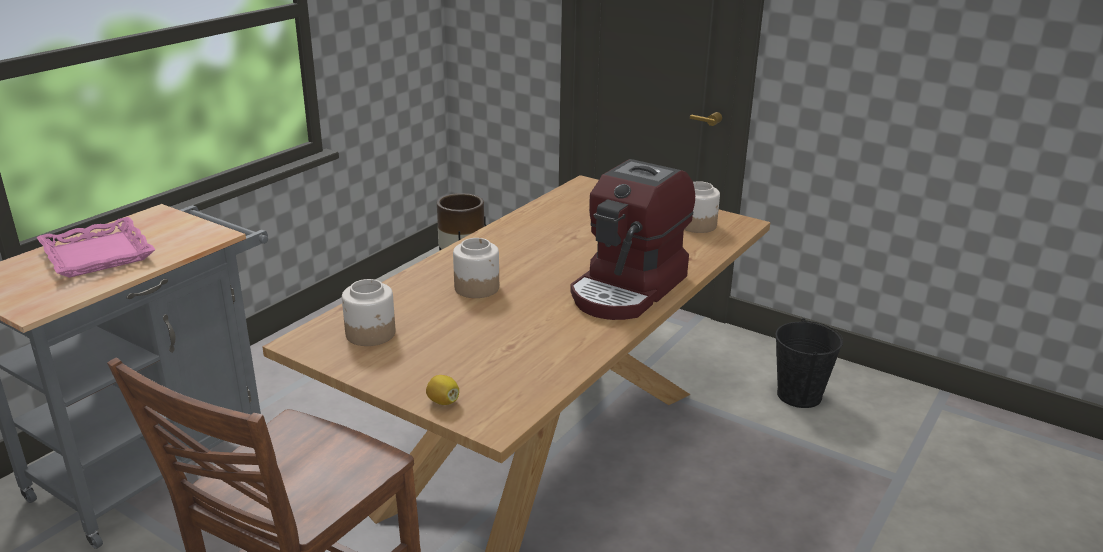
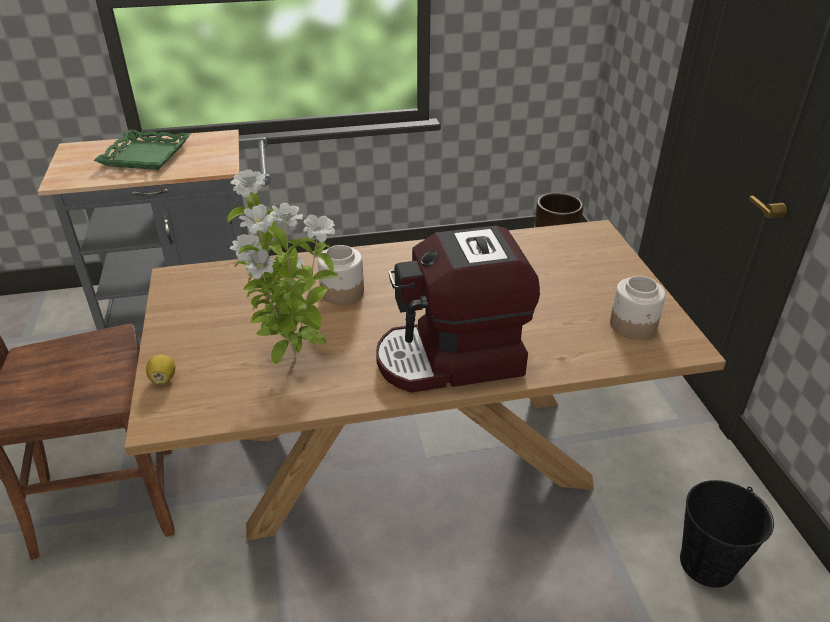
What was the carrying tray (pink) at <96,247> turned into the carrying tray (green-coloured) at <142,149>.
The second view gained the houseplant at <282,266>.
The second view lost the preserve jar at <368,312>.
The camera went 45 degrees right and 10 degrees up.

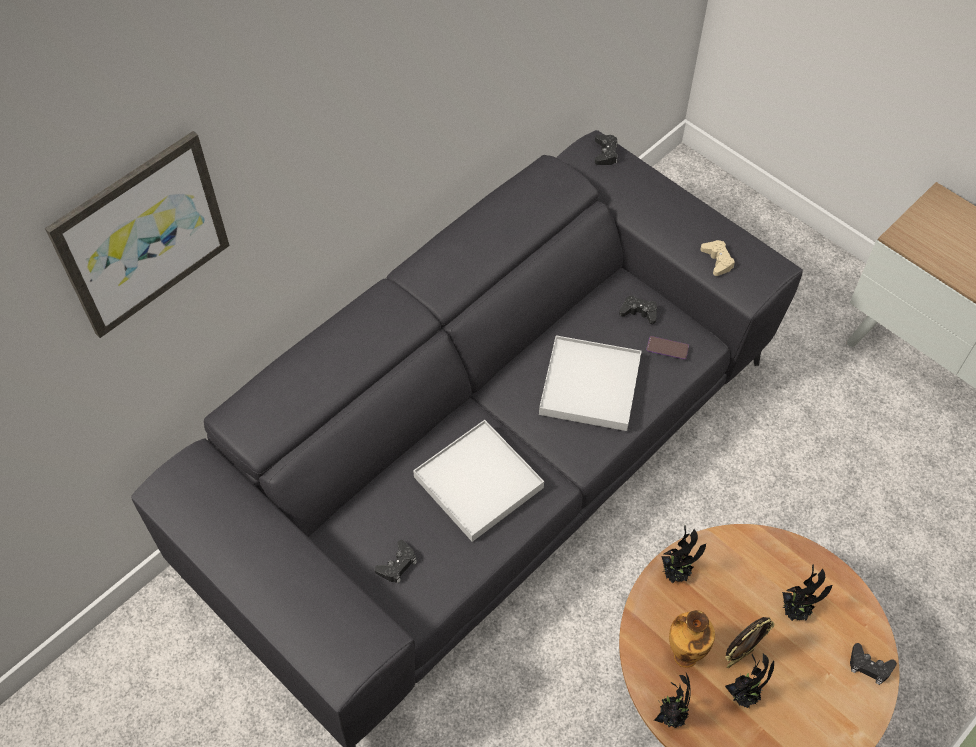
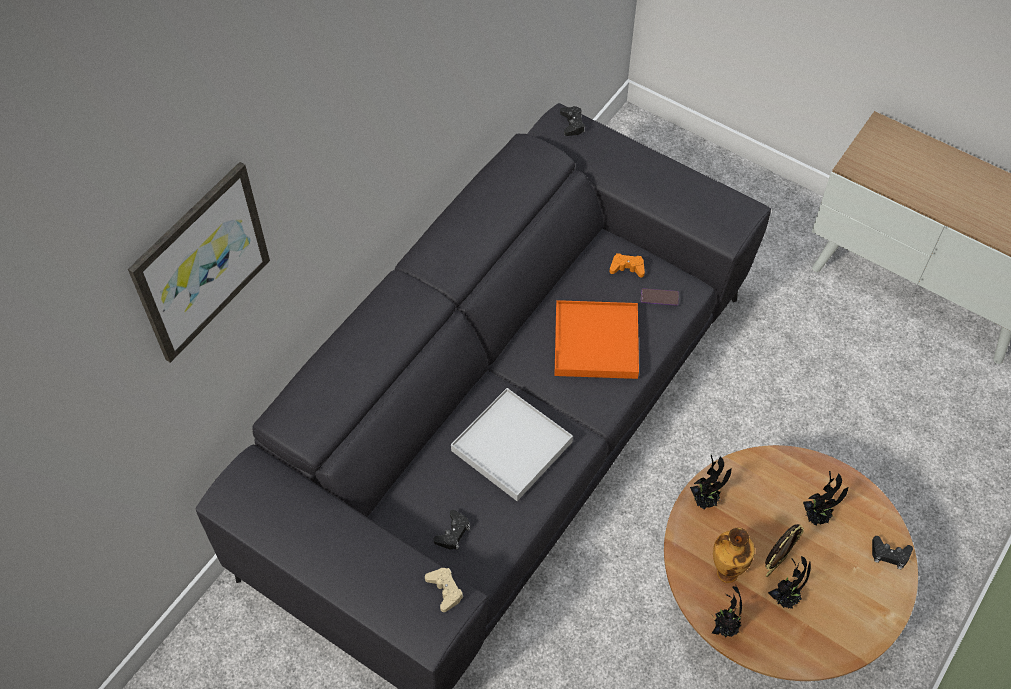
The joypad (beige-coloured) ended up elsewhere, having gone from <717,258> to <444,590>.
What was the carrying tray (white-coloured) at <590,383> turned into the carrying tray (orangey) at <596,339>.
What was the joypad (black-coloured) at <638,309> turned into the joypad (orangey) at <627,265>.
The camera went 10 degrees left and 0 degrees up.

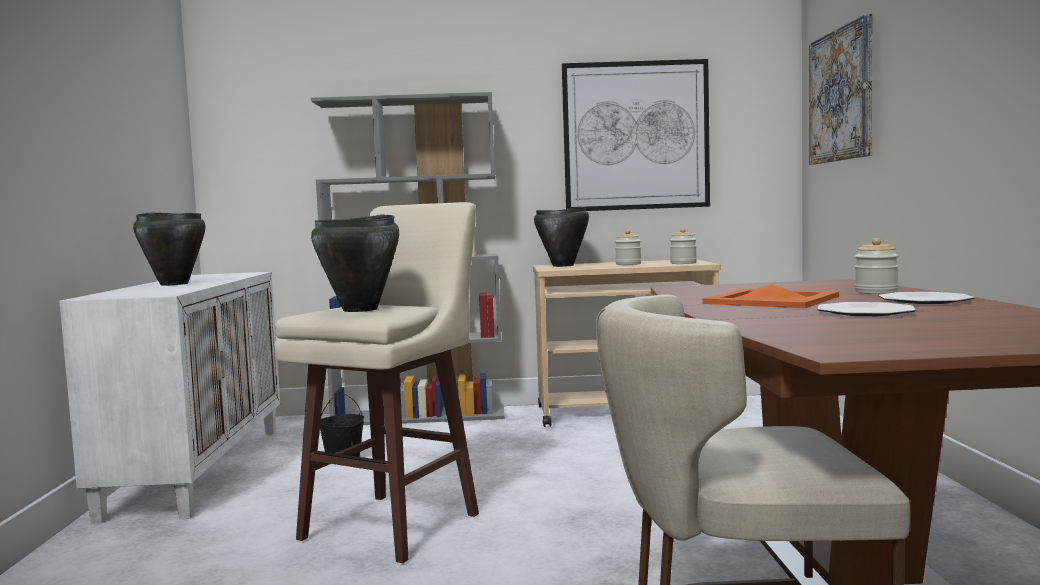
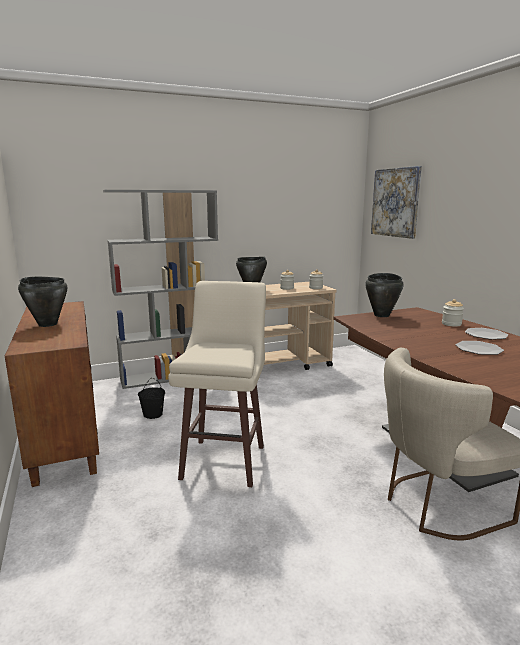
What was the cabinet (white-coloured) at <169,398> turned into the cabinet (brown-coloured) at <52,394>.
The stockpot (black-coloured) ended up elsewhere, having gone from <355,263> to <384,295>.
The second view lost the wall art at <636,135>.
The second view lost the carrying tray (orangey) at <770,296>.
The camera went 20 degrees left and 10 degrees up.

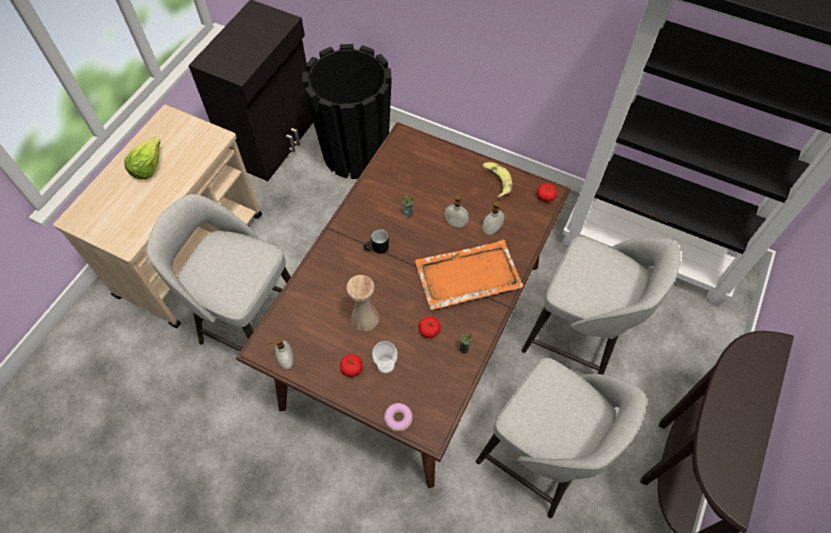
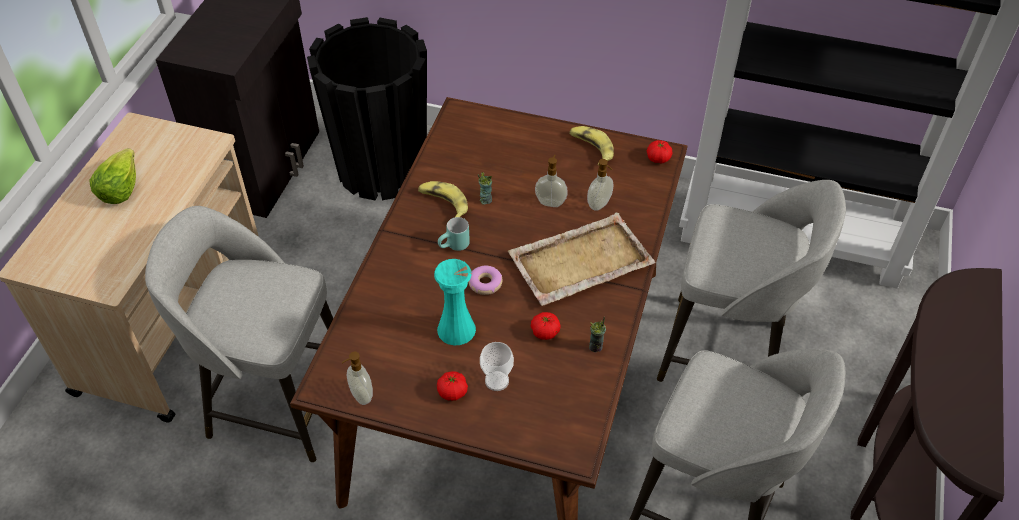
The second view gained the banana fruit at <443,199>.
What was the decorative vase (beige-coloured) at <362,303> turned into the decorative vase (blue-green) at <455,302>.
What was the tea mug (black-coloured) at <376,241> turned into the tea mug (blue-green) at <454,234>.
The ring doughnut ended up elsewhere, having gone from <398,417> to <485,280>.
What was the carrying tray (orangey) at <469,274> turned into the carrying tray (beige-coloured) at <581,259>.
The camera went 10 degrees left and 10 degrees down.

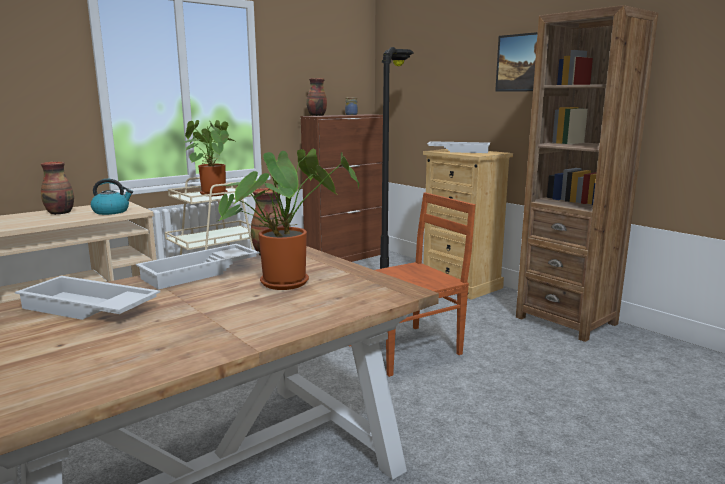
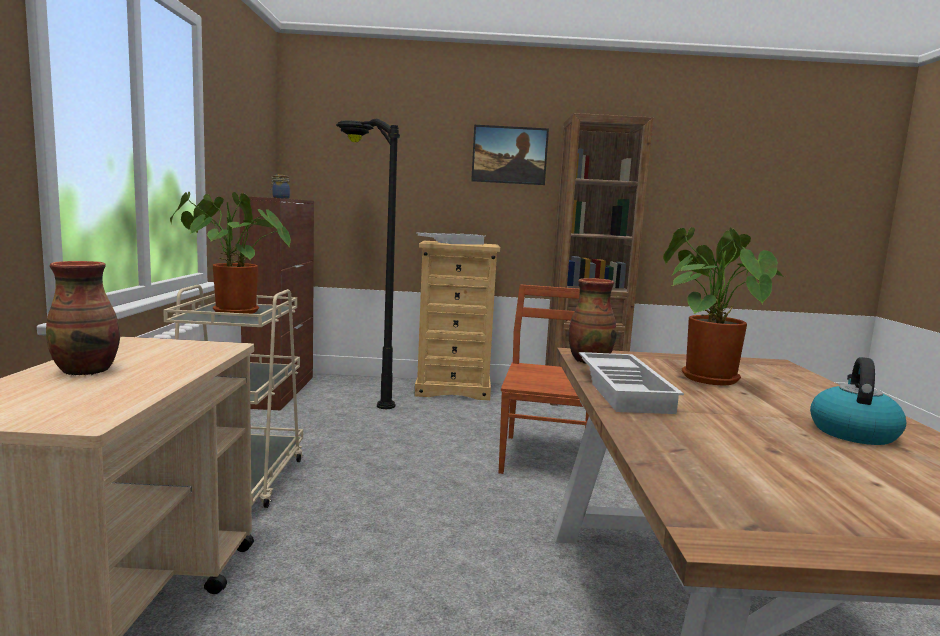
The kettle ended up elsewhere, having gone from <112,197> to <858,401>.
The second view lost the carrying tray (white-coloured) at <87,298>.
The second view lost the decorative vase at <317,97>.
The camera went 50 degrees left and 5 degrees down.

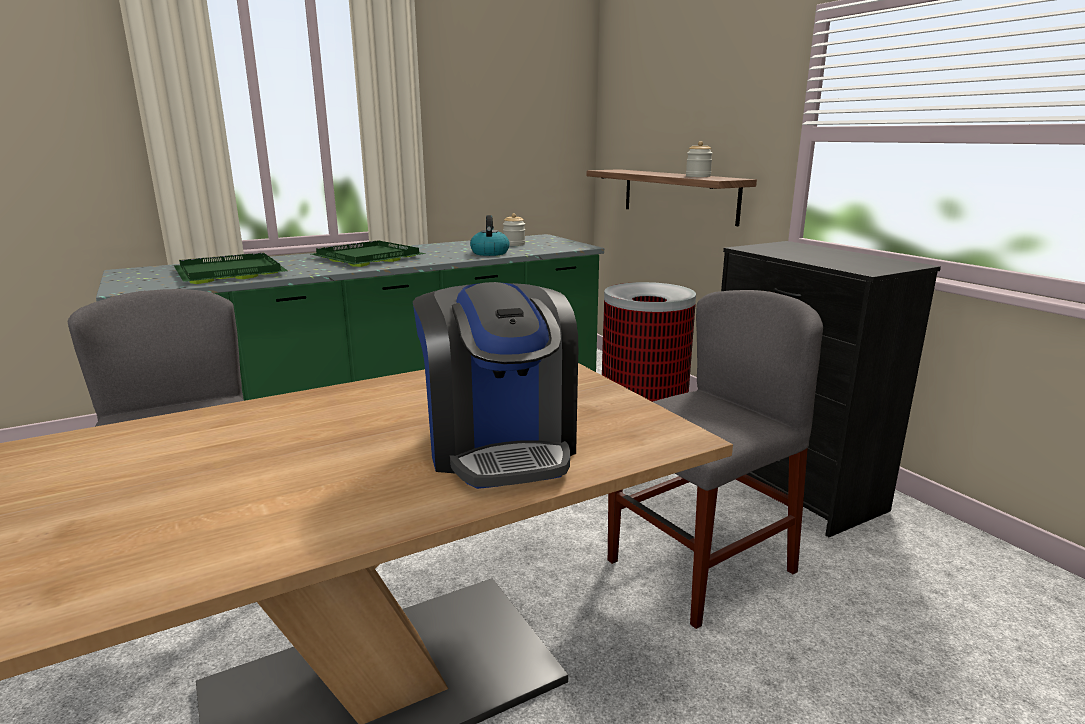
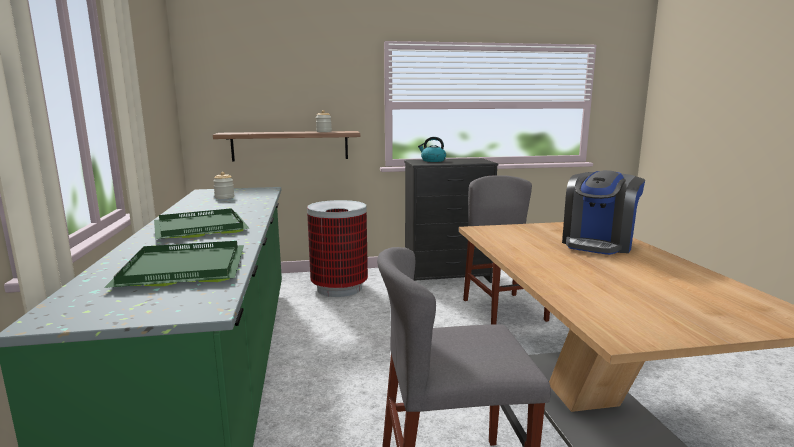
The kettle ended up elsewhere, having gone from <490,235> to <432,149>.
The coffee machine at <495,385> ended up facing another way, 120 degrees clockwise from before.
The camera went 70 degrees left and 5 degrees down.

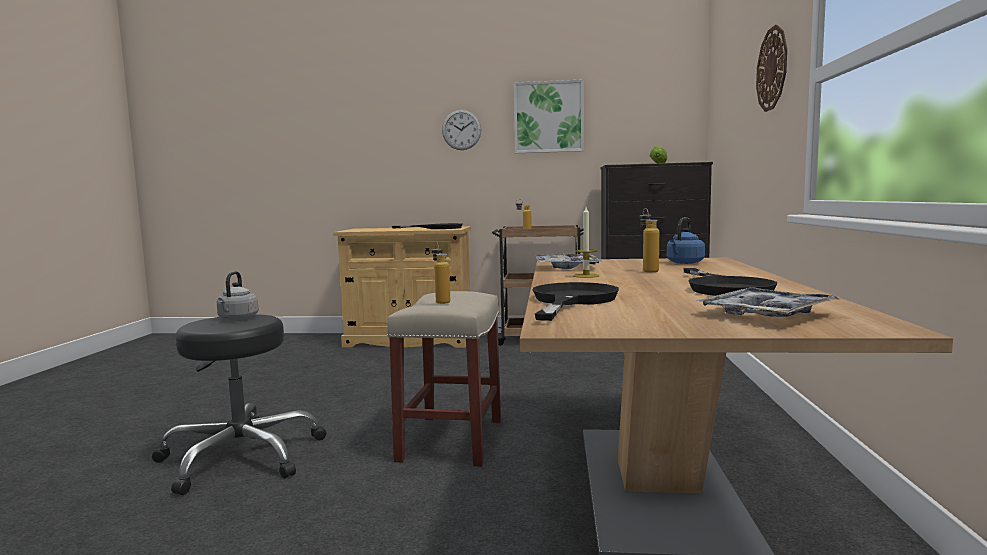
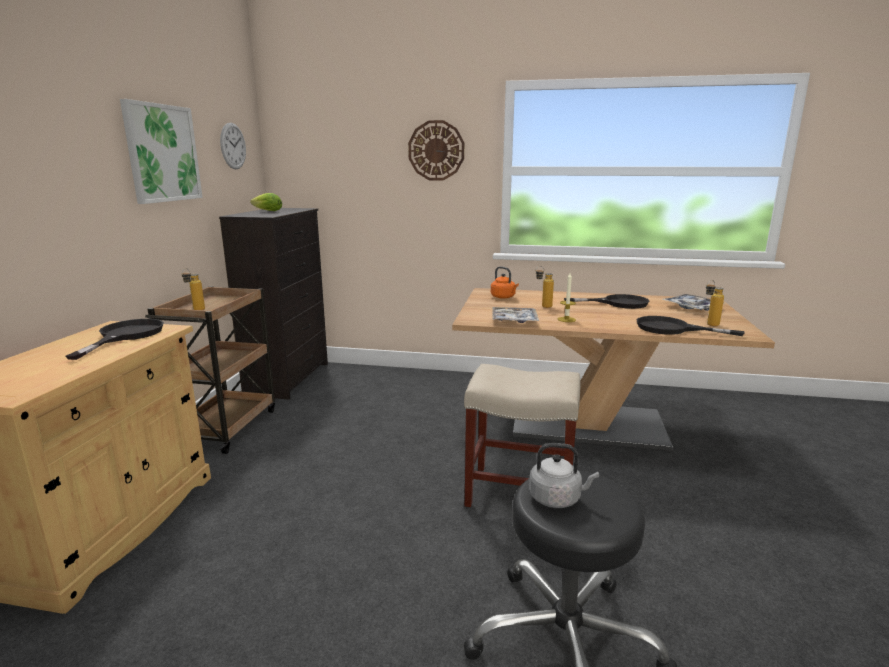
The wall clock ended up elsewhere, having gone from <461,130> to <233,146>.
What was the kettle (bluish) at <686,240> turned into the kettle (orangey) at <505,283>.
The drink bottle ended up elsewhere, having gone from <441,273> to <715,303>.
The camera went 85 degrees left and 10 degrees up.

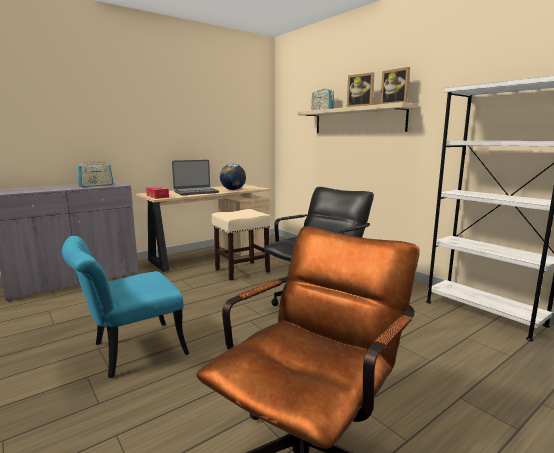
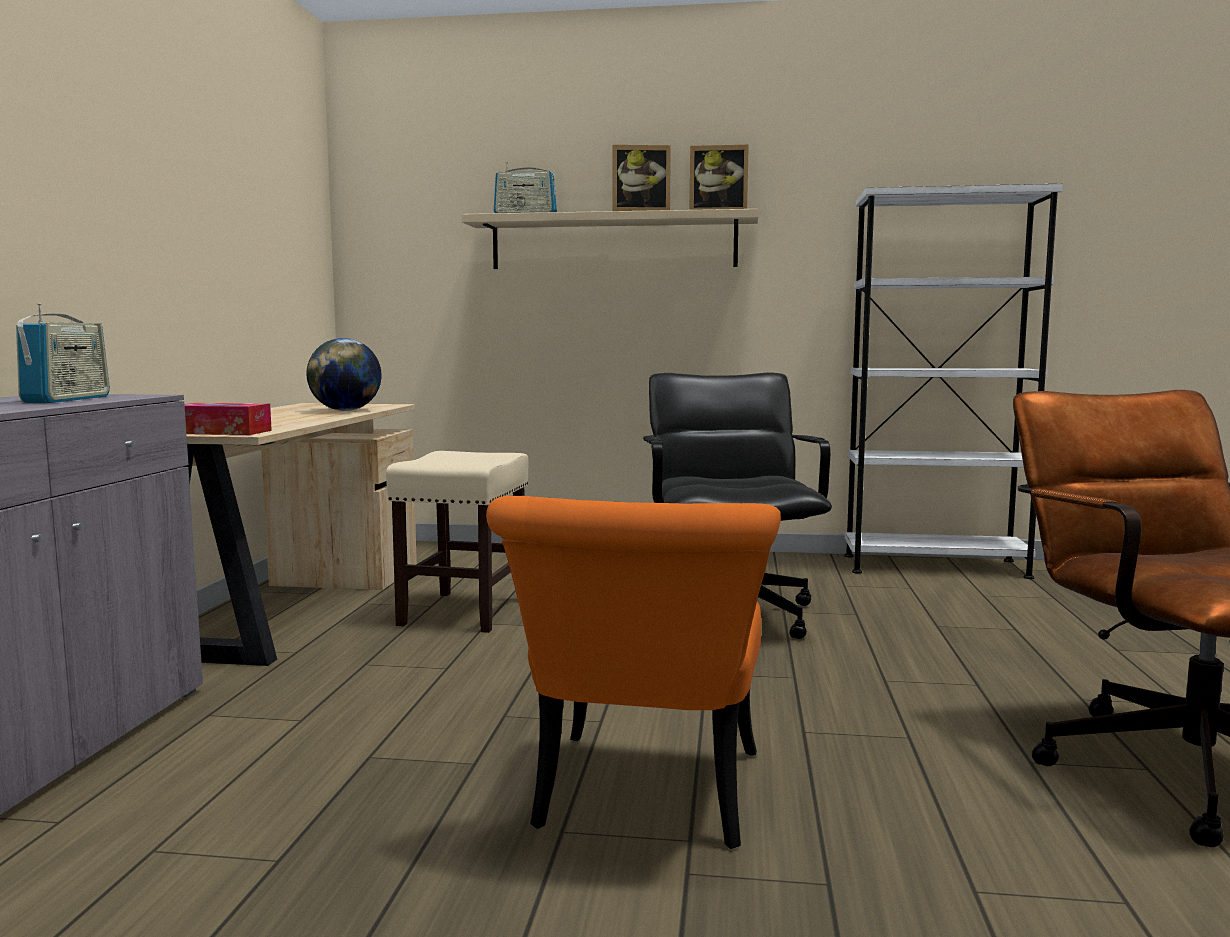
What was the upright chair (blue-green) at <125,307> turned into the upright chair (orangey) at <633,672>.
The second view lost the laptop at <195,177>.
The camera went 45 degrees left and 5 degrees down.

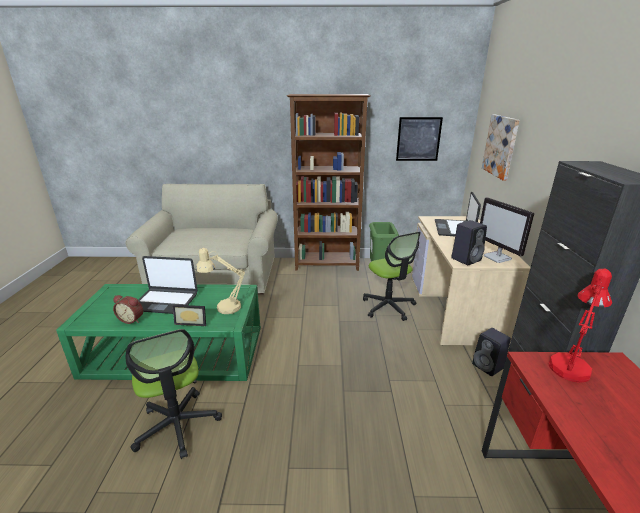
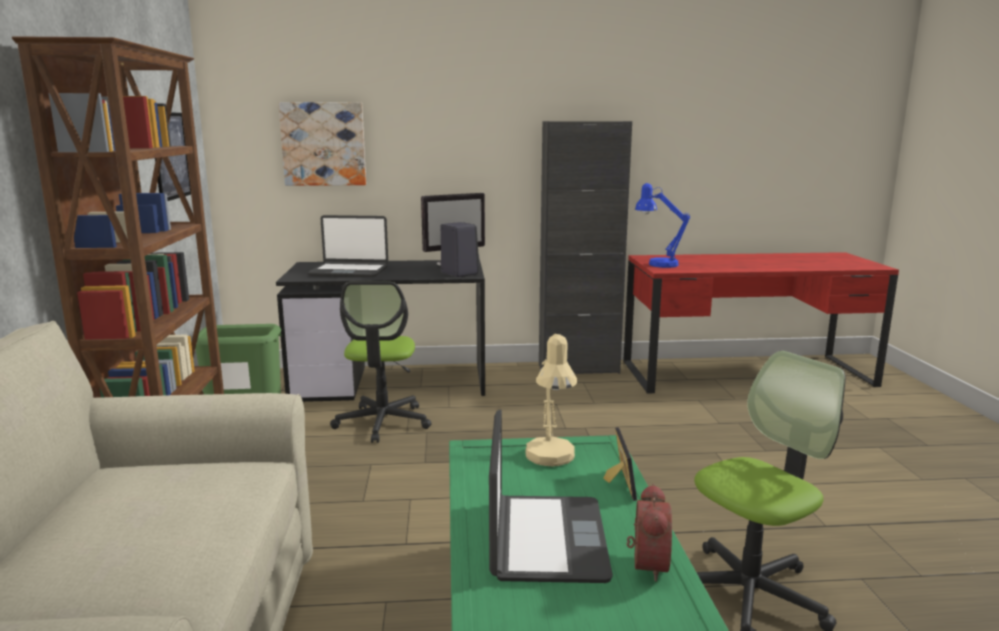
What was the desk (beige-coloured) at <471,281> turned into the desk (black-coloured) at <380,331>.
The office chair at <392,276> ended up facing another way, 120 degrees clockwise from before.
What was the table lamp (red-coloured) at <580,326> turned into the table lamp (bluish) at <662,225>.
The second view lost the speaker (black-coloured) at <491,352>.
The camera went 95 degrees left and 10 degrees down.

